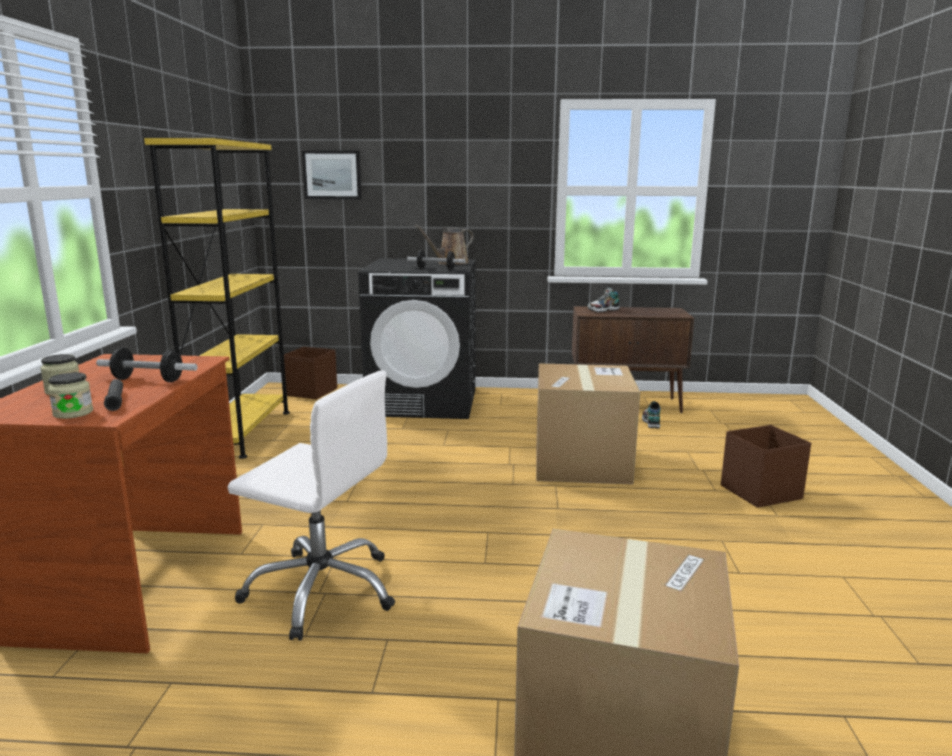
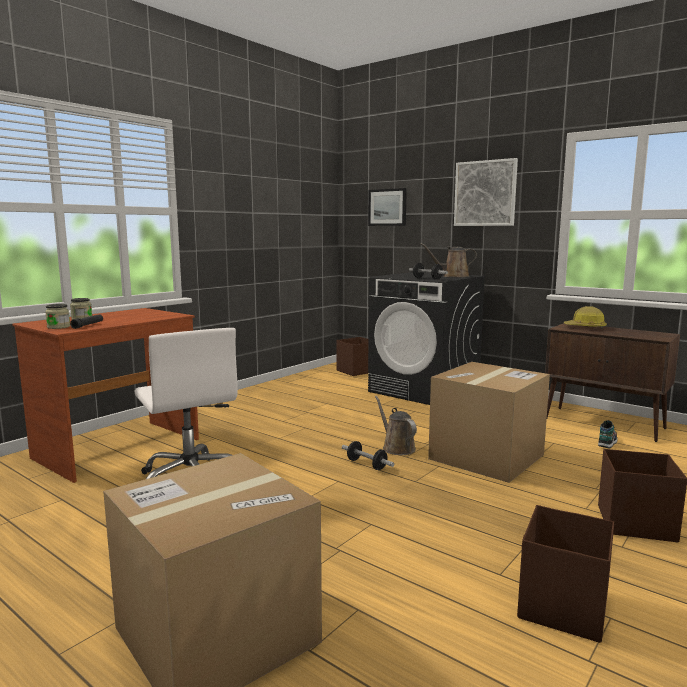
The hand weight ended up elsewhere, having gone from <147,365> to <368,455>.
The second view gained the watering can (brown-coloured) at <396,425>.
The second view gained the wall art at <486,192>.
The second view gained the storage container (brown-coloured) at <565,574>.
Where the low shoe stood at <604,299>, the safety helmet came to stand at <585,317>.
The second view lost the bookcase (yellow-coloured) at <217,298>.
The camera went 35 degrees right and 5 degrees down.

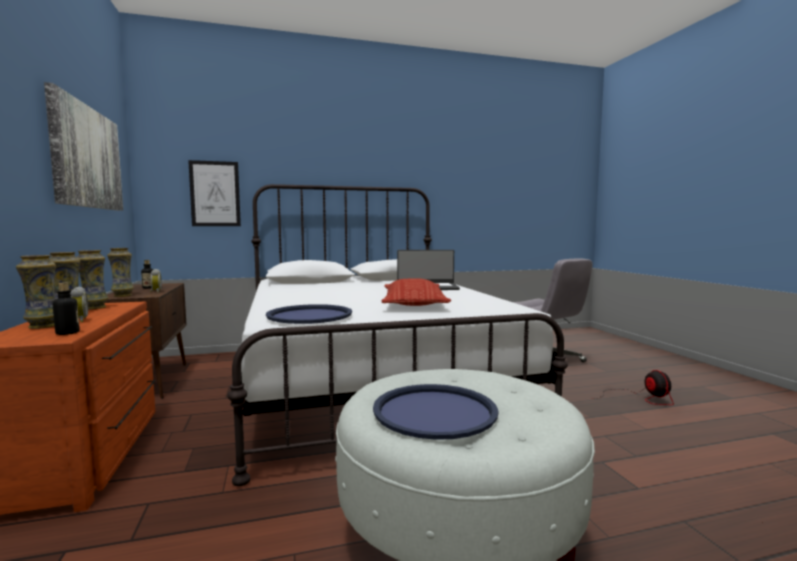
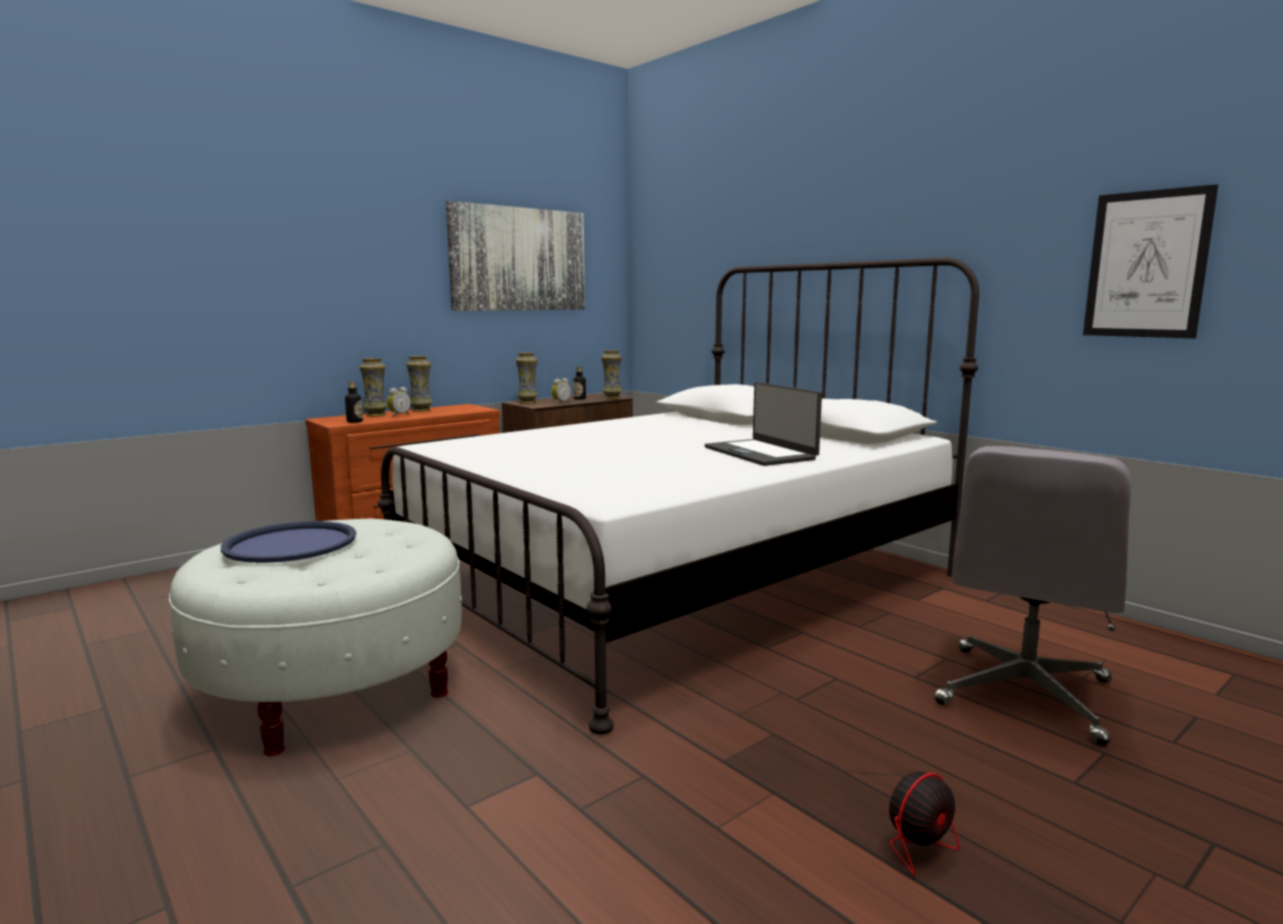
The decorative vase ended up elsewhere, having gone from <93,279> to <611,374>.
The wall art ended up elsewhere, having gone from <214,193> to <1150,261>.
The second view lost the carrying tray (bluish) at <309,314>.
The second view lost the cushion at <416,292>.
The camera went 65 degrees right and 5 degrees up.

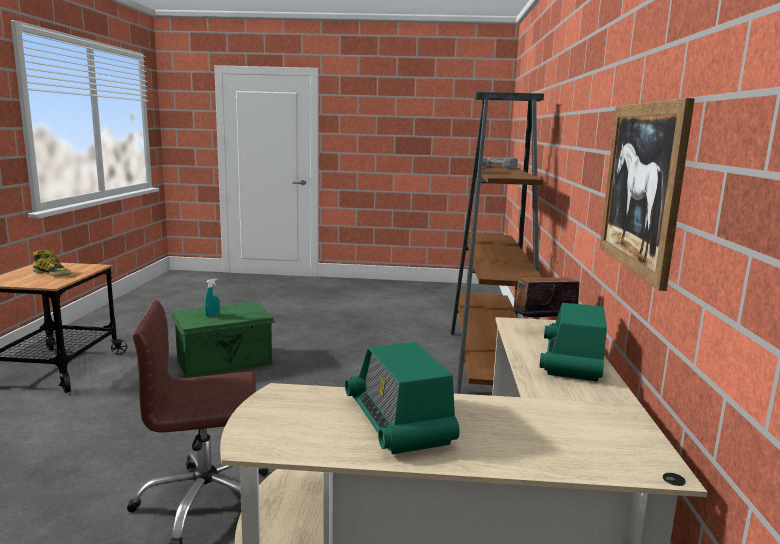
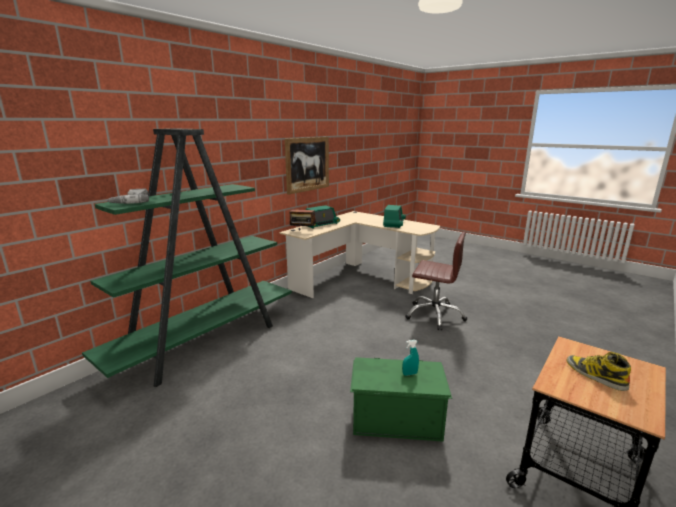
What was the bookcase (brown-coloured) at <497,243> turned into the bookcase (green-coloured) at <187,257>.
The camera went 145 degrees left and 5 degrees up.

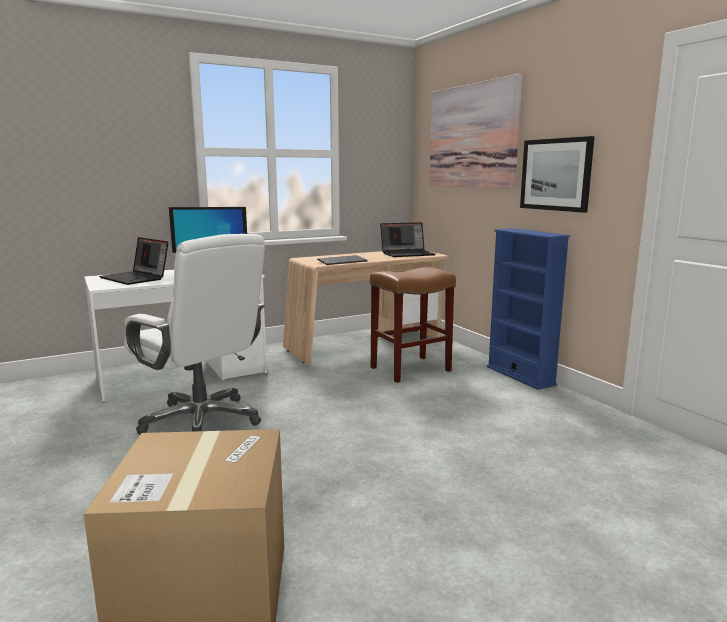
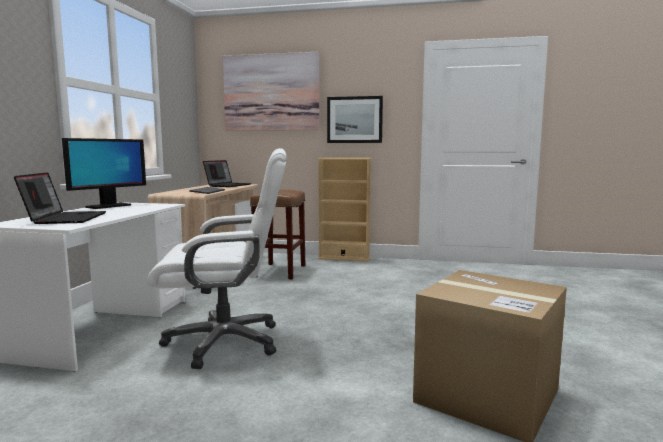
The laptop at <133,261> ended up facing another way, 90 degrees counterclockwise from before.
What was the bookcase (bluish) at <528,309> turned into the bookcase (beige-coloured) at <344,210>.
The camera went 50 degrees left and 5 degrees down.

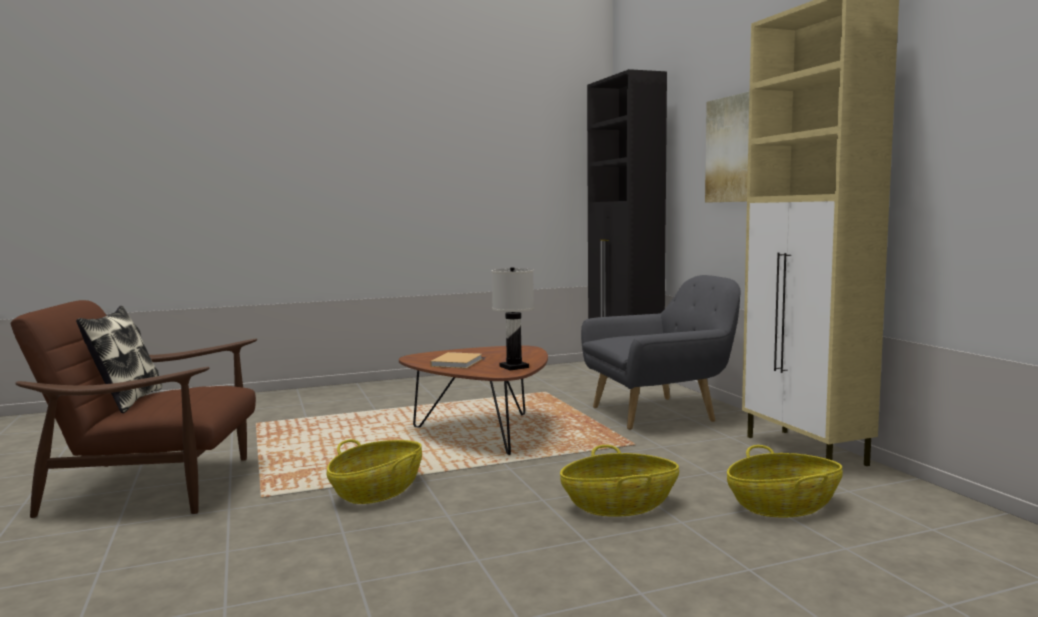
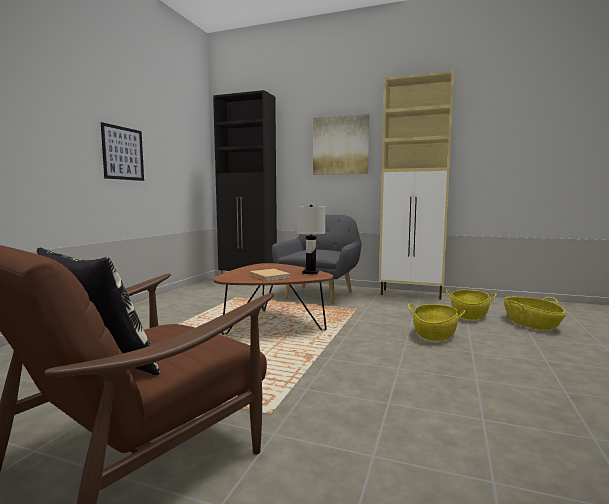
The second view gained the wall art at <122,151>.
The household basket ended up elsewhere, having gone from <374,471> to <535,313>.
The camera went 50 degrees left and 0 degrees up.

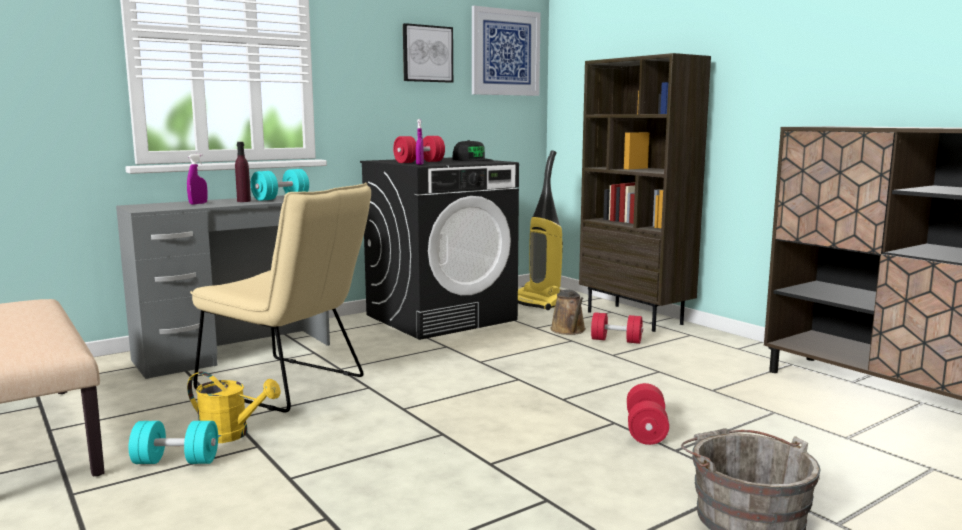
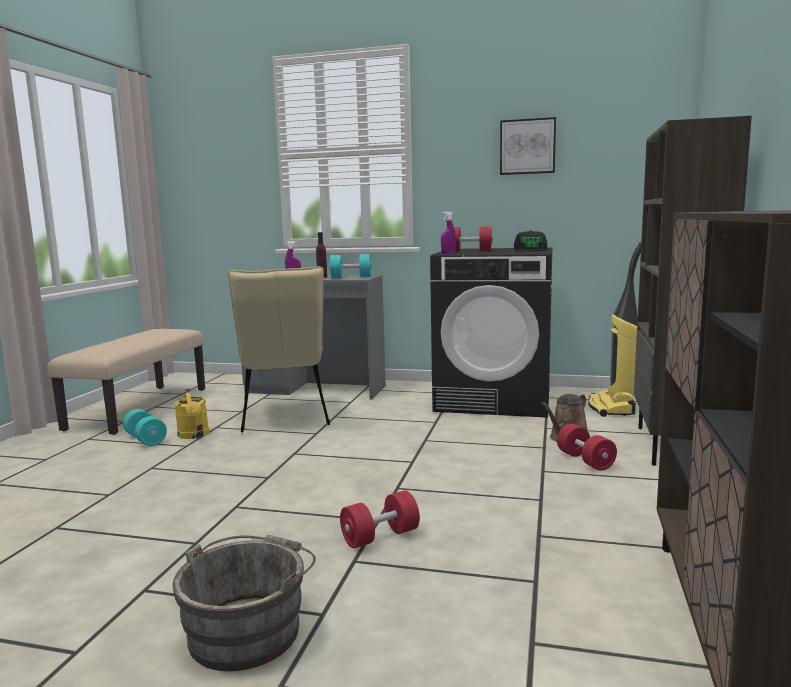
The second view lost the wall art at <506,51>.
The camera went 50 degrees right and 0 degrees up.

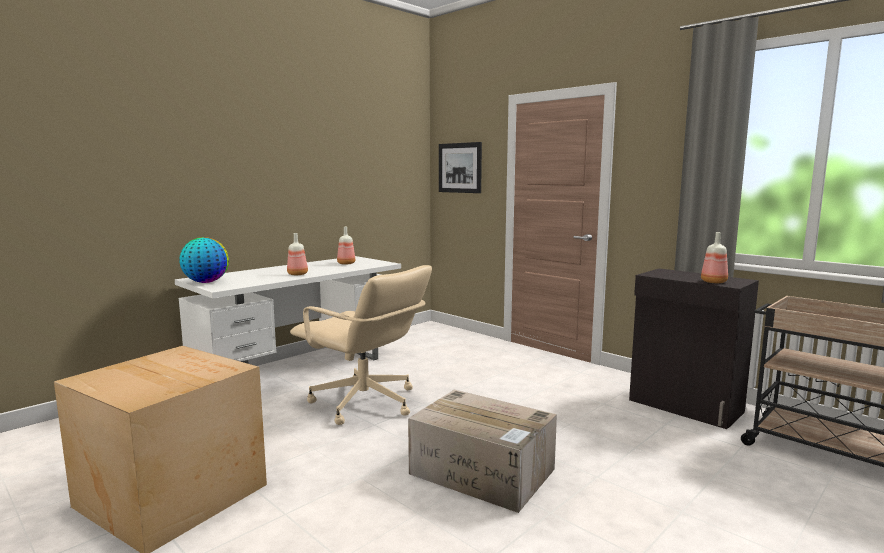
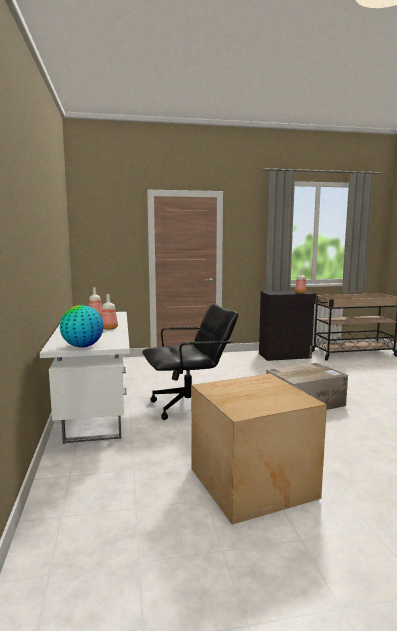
What was the office chair (beige-coloured) at <361,345> turned into the office chair (black-coloured) at <190,361>.
The second view lost the wall art at <460,167>.
The camera went 55 degrees left and 0 degrees up.

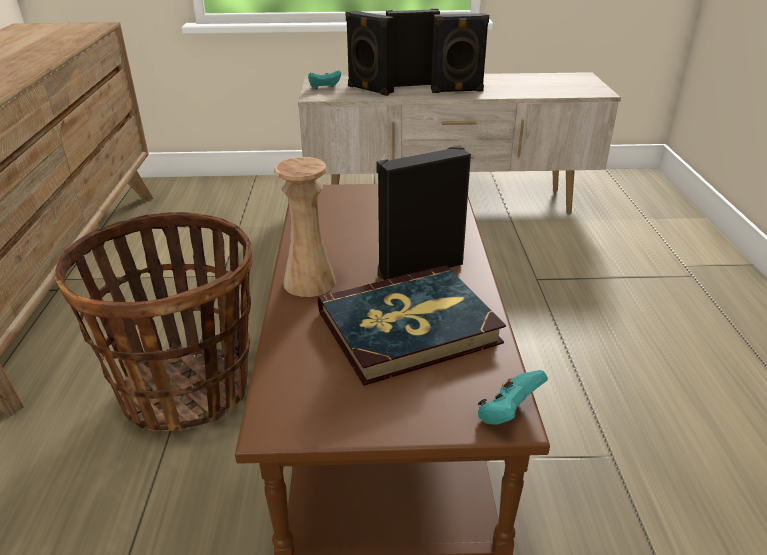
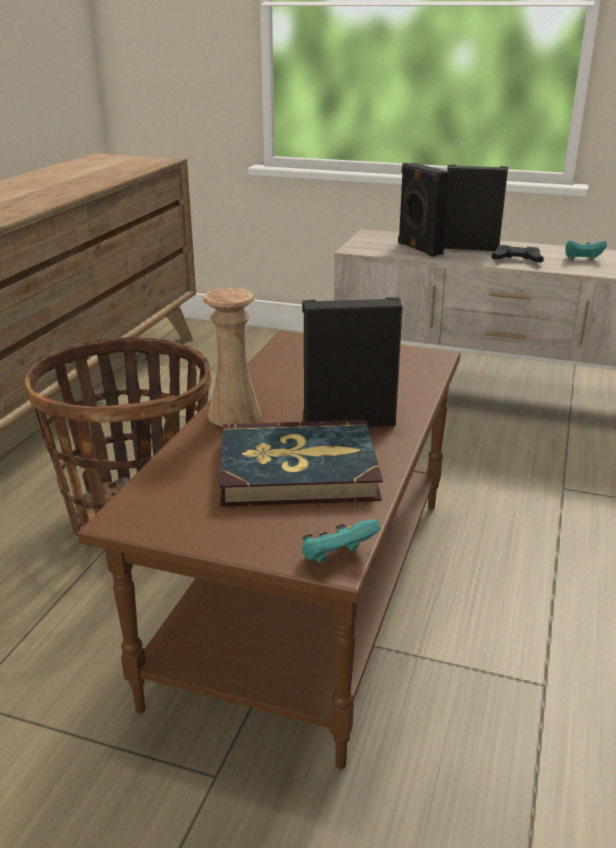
Where the speaker (black-coloured) stood at <460,53>, the joypad (black-coloured) came to stand at <517,254>.
The joypad (blue-green) ended up elsewhere, having gone from <324,79> to <586,250>.
The camera went 20 degrees right and 5 degrees down.

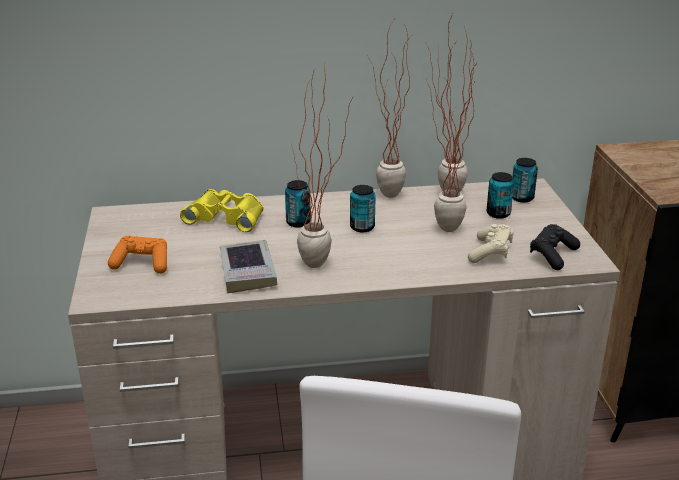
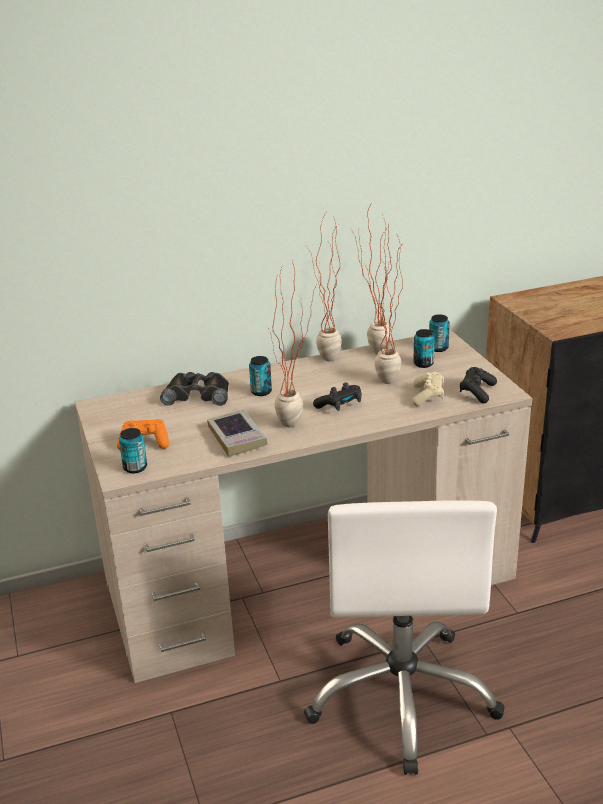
The can ended up elsewhere, having gone from <363,208> to <133,451>.
What was the pair of binoculars (yellow-coloured) at <222,210> turned into the pair of binoculars (black-coloured) at <194,389>.
The second view gained the joypad (black-coloured) at <337,396>.
The camera went 10 degrees left and 0 degrees up.

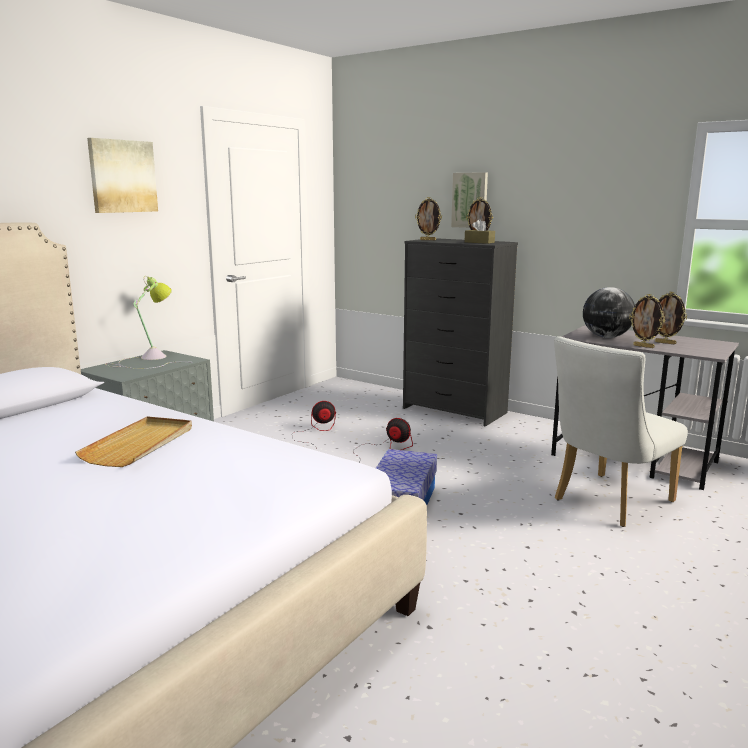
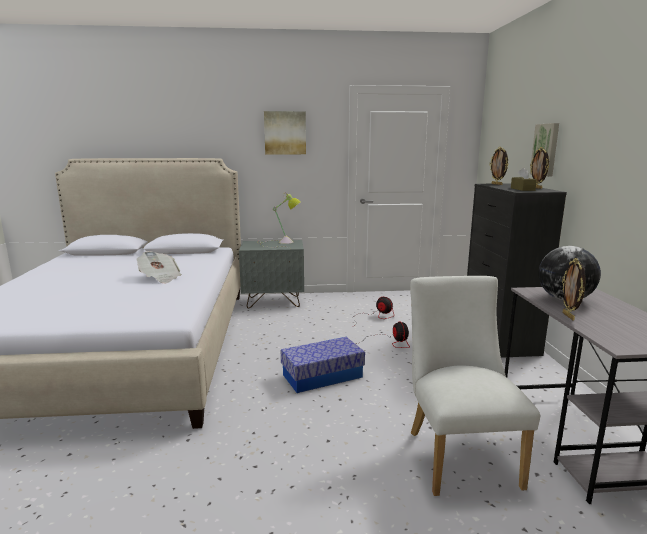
Where the carrying tray (beige-coloured) stood at <133,441>, the printed paper came to stand at <159,267>.
The upright chair (white-coloured) at <621,431> ended up facing another way, 75 degrees clockwise from before.
The second view lost the photo frame at <671,318>.
The camera went 50 degrees right and 0 degrees up.

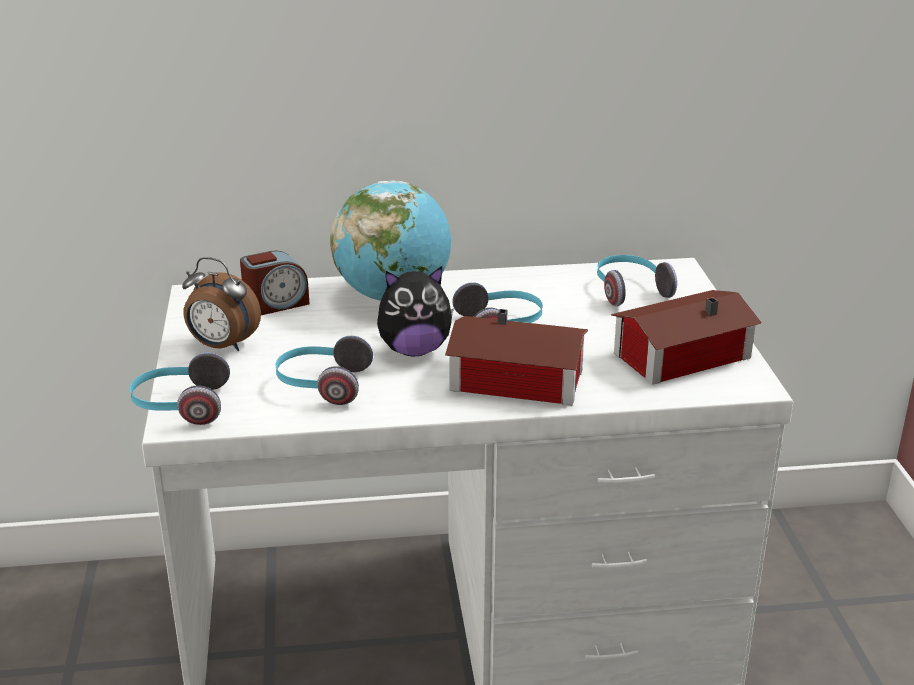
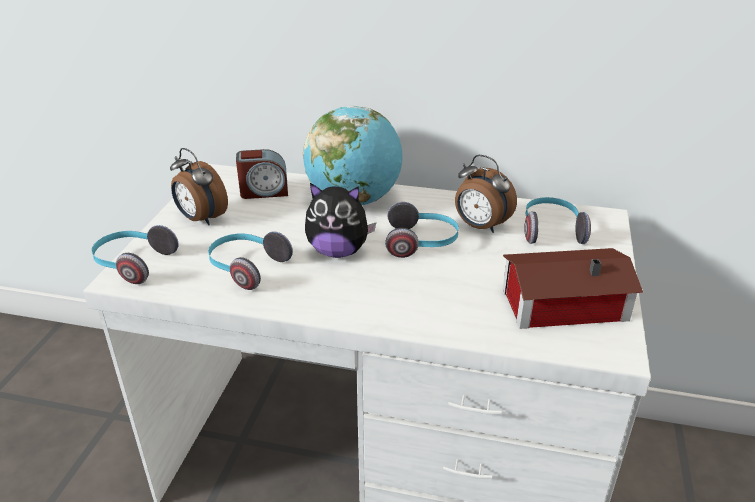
The second view gained the table clock at <486,194>.
The second view lost the model house at <516,357>.
The camera went 20 degrees right and 5 degrees up.

